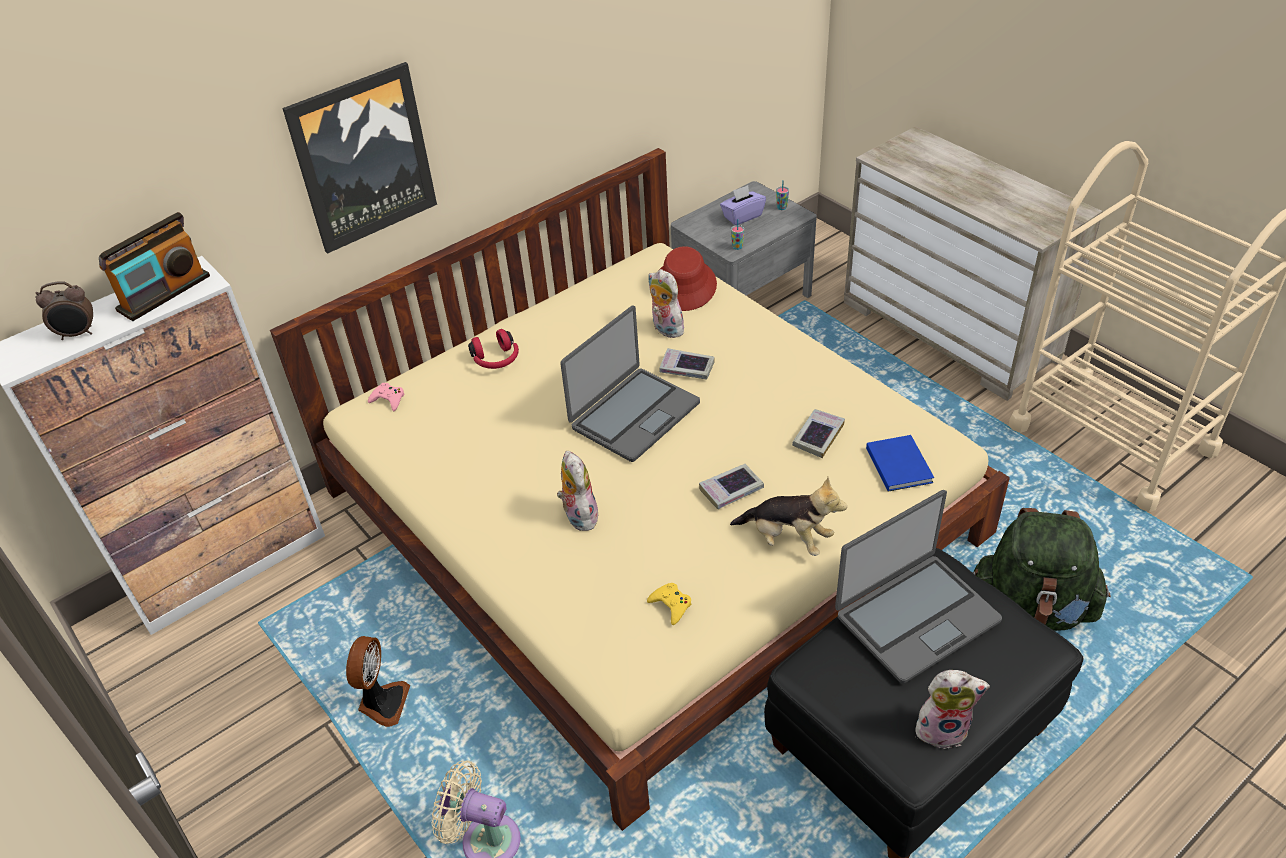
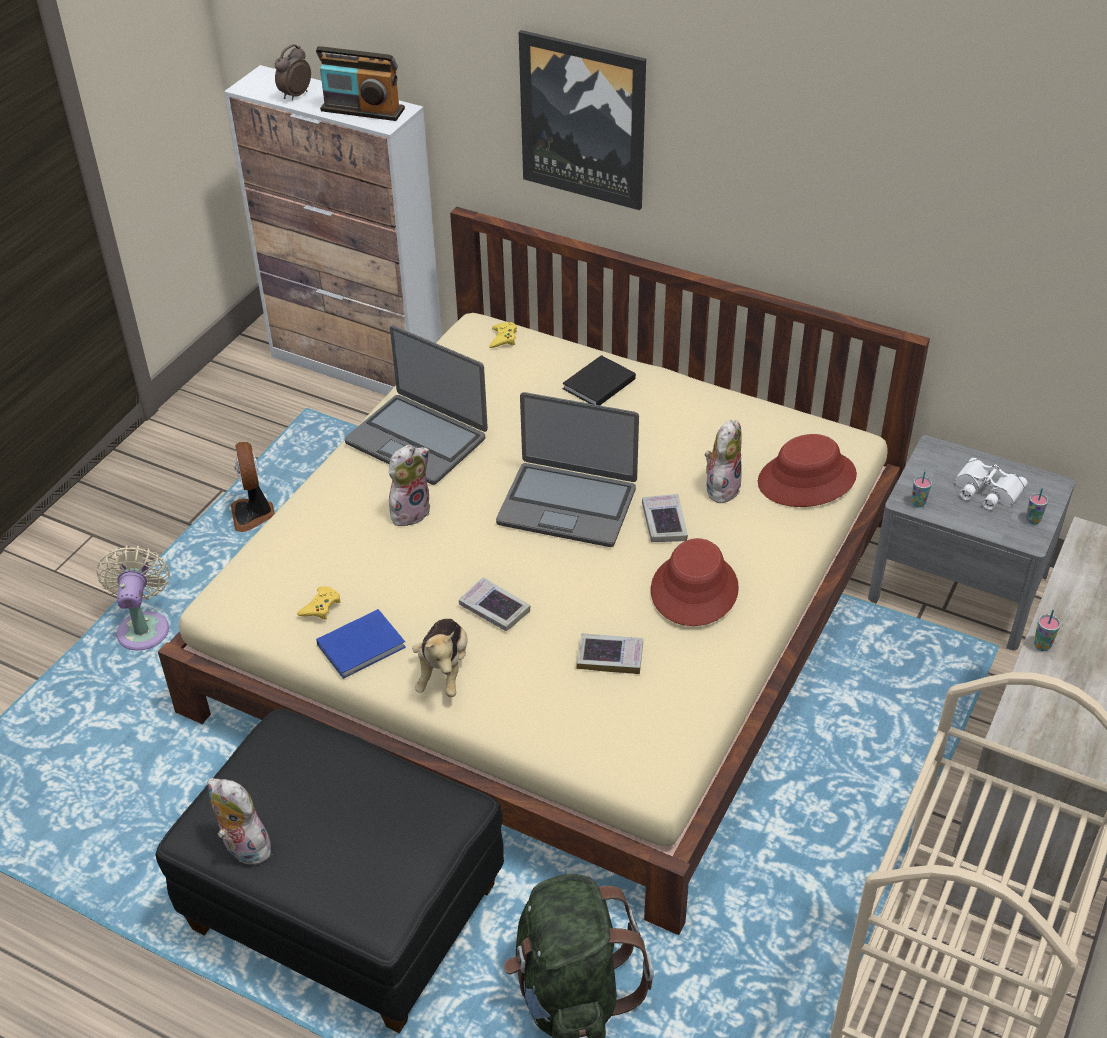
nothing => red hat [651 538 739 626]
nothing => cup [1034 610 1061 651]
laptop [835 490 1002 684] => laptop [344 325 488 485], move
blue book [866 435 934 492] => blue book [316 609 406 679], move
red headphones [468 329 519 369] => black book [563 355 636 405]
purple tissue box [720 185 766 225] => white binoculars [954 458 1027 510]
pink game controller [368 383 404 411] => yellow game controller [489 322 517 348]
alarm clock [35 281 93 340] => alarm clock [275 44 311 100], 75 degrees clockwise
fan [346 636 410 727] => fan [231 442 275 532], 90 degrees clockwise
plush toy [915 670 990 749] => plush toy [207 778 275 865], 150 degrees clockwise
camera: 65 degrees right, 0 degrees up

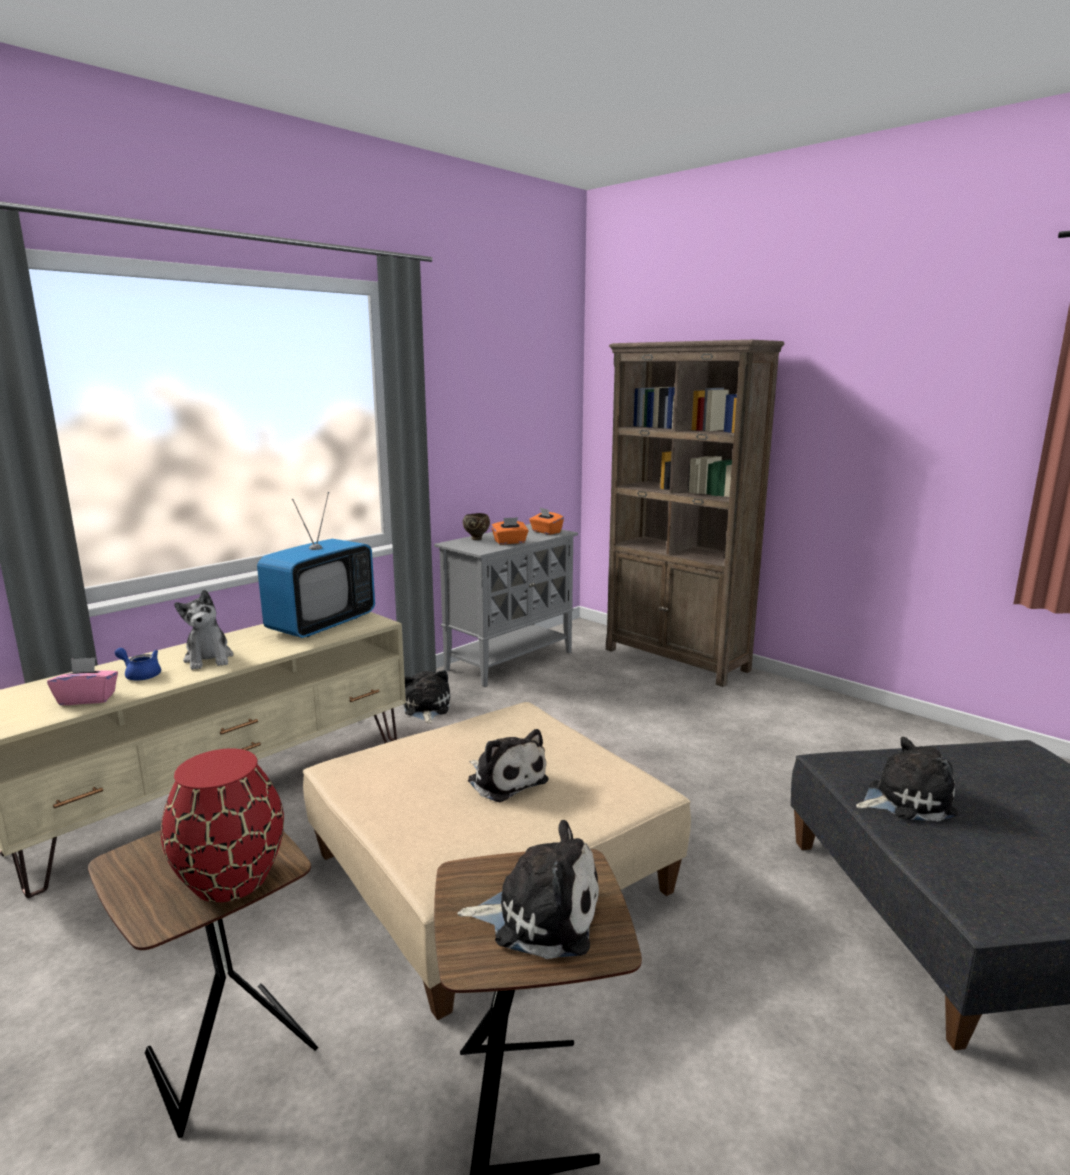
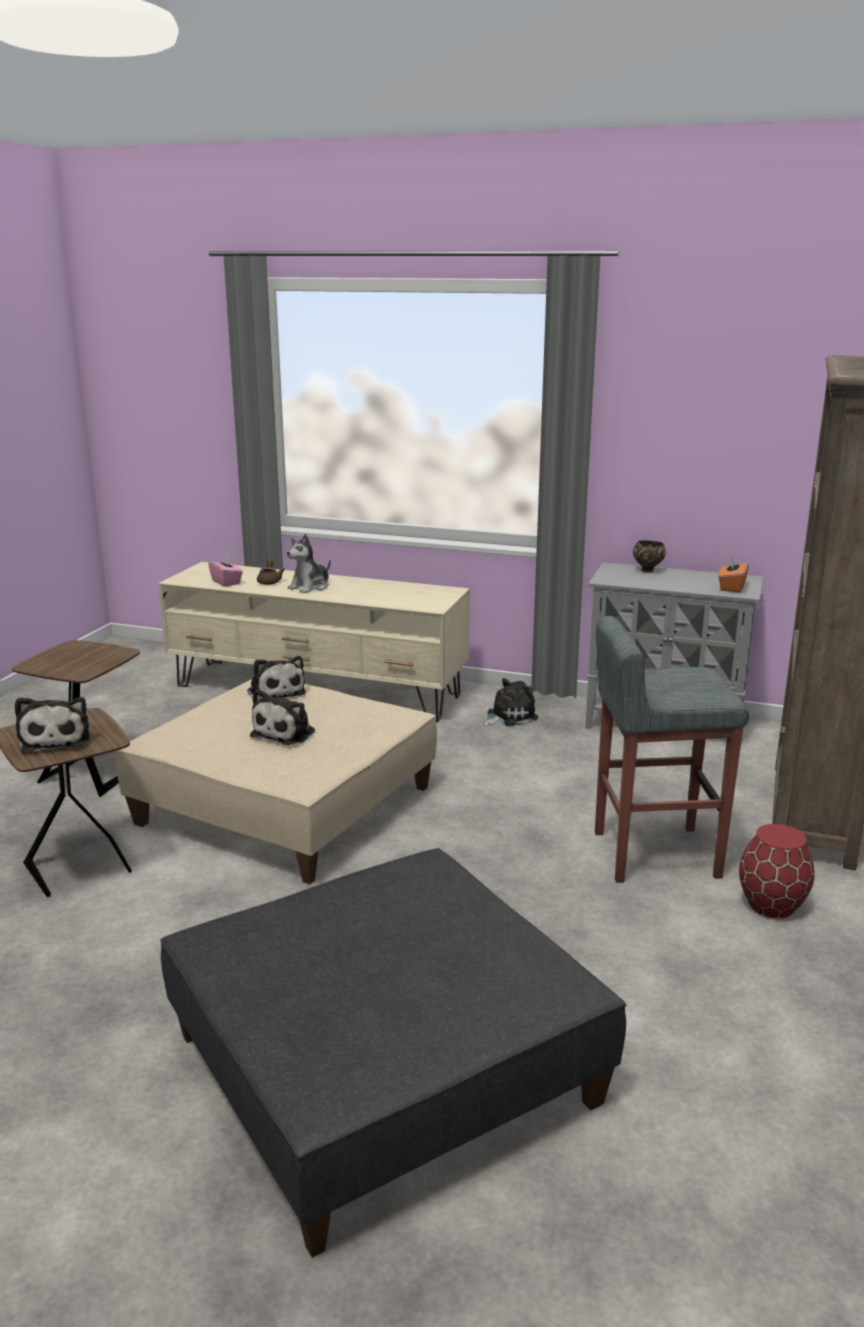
television [257 492 375 638] => nothing
orange tissue box [491 517 529 545] => nothing
nothing => grey stool [595 616 749 883]
red vase [161 748 284 903] => red vase [739 824 815 918], move
plush toy [856 737 958 822] => plush toy [247 656 306 700], move
blue teapot [115 648 161 680] => brown teapot [257 559 285 585]
camera: 65 degrees right, 5 degrees up

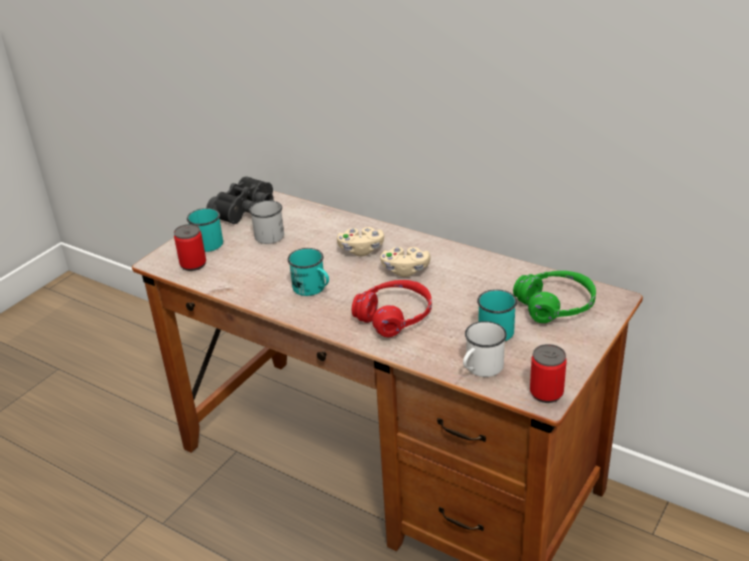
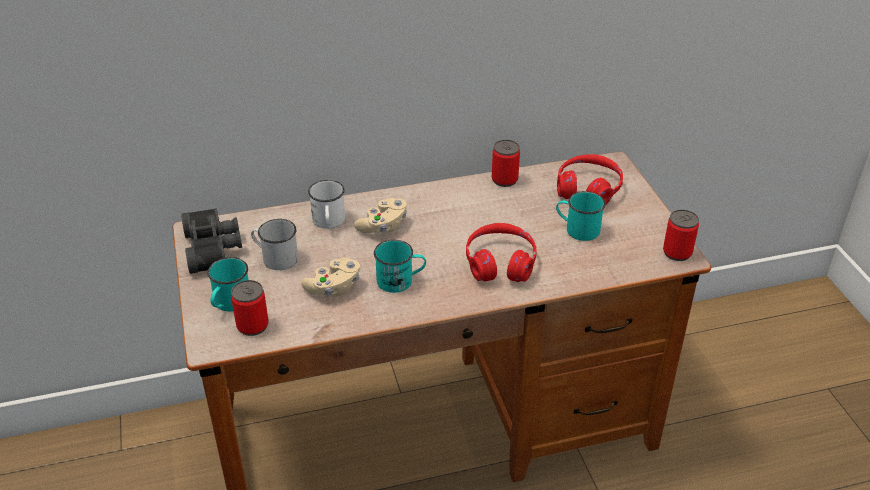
nothing => can [492 140 520 187]
beige game controller [380 247 431 277] => beige game controller [301 257 360 296], move
white mug [463 321 507 377] => white mug [308 180 345 229], move
green headphones [513 271 596 323] => red headphones [557 154 623 205]
camera: 50 degrees left, 5 degrees up

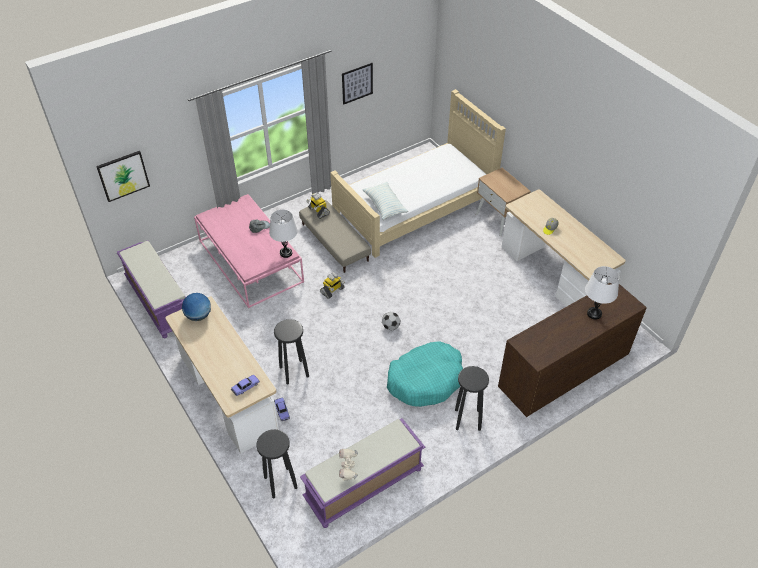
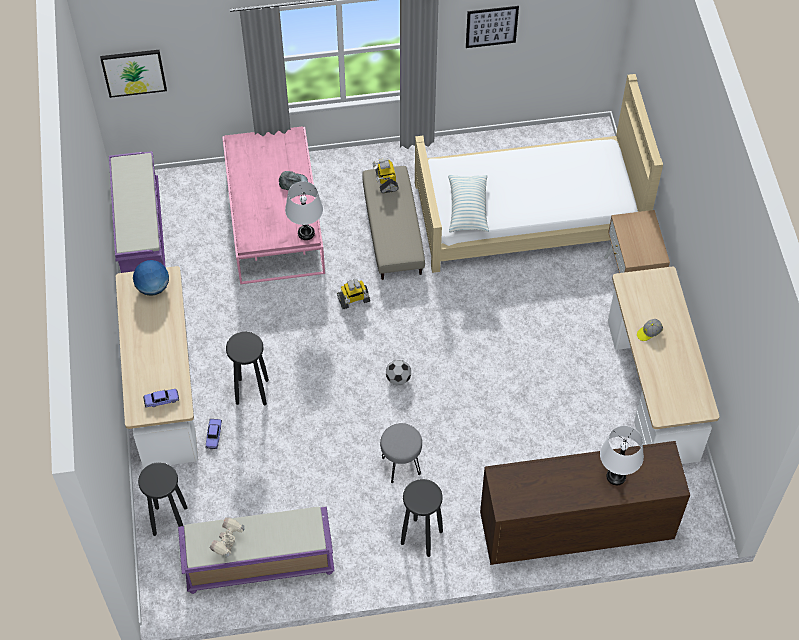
turquoise dog bed [387 341 463 407] => grey stool [380 423 422 483]
camera: 25 degrees right, 10 degrees up

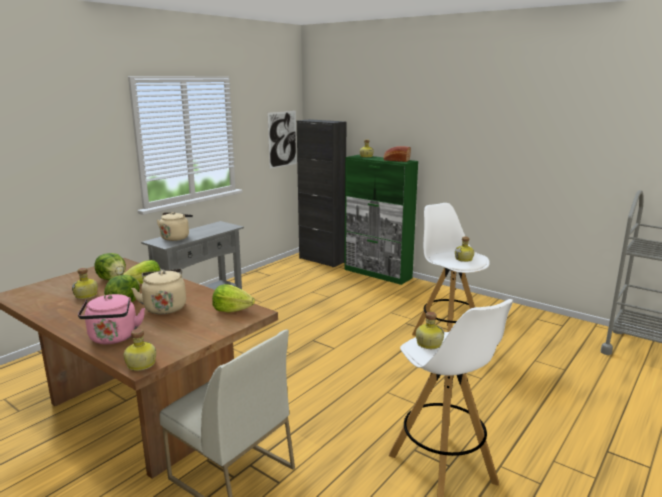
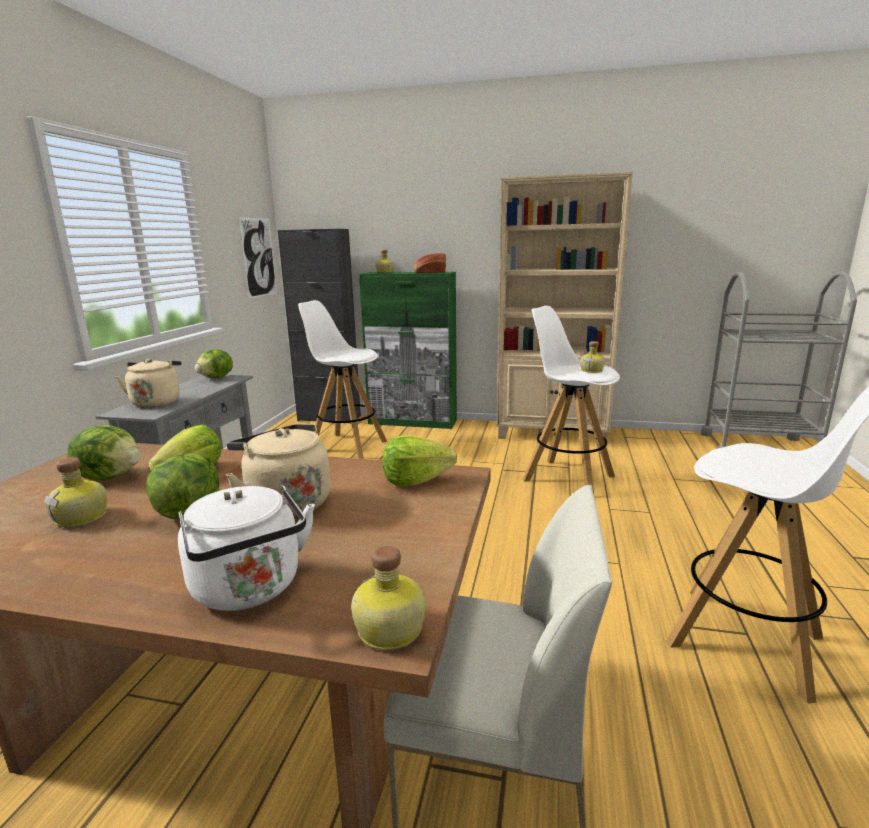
bottle [416 312 444 349] => nothing
nothing => lettuce [195 349 233 378]
nothing => white stool [298 300 387 459]
nothing => beige bookcase [497 172 633 440]
pink kettle [78 294 145 344] => white kettle [178 485 315 611]
camera: 25 degrees left, 0 degrees up

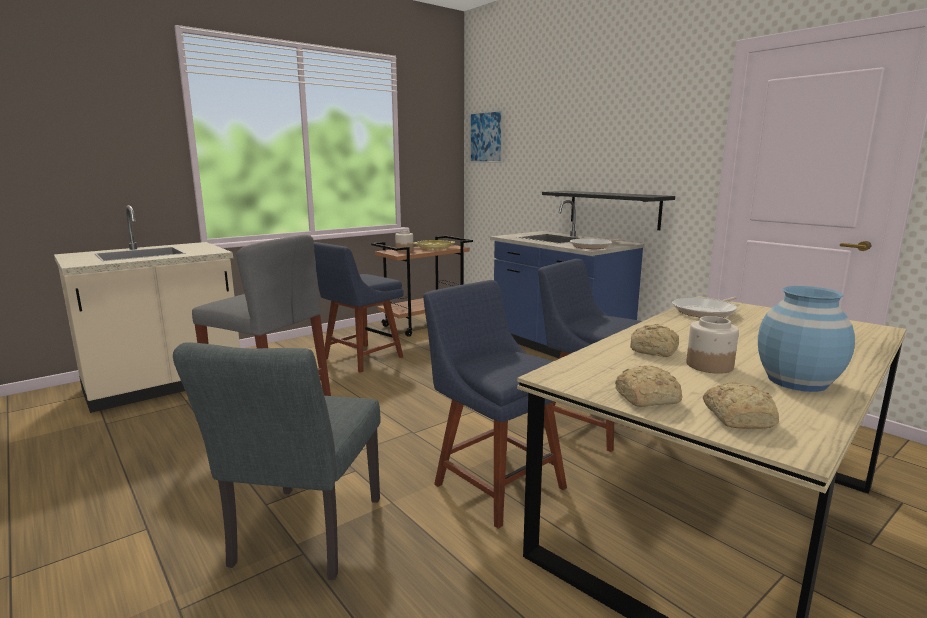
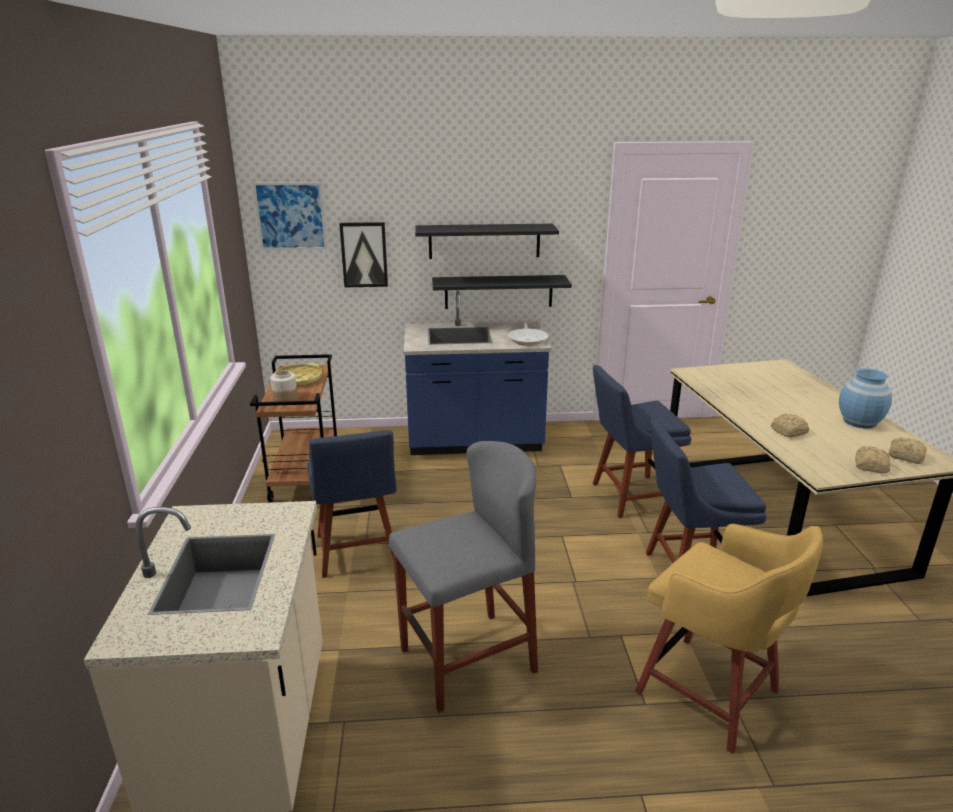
frying pan [672 297 737 318] => nothing
jar [686 316 739 374] => nothing
nothing => picture [339 222 388 287]
nothing => black shelf [415 224 559 259]
grey chair [173 342 381 580] => yellow stool [635 524 823 754]
camera: 55 degrees left, 10 degrees up

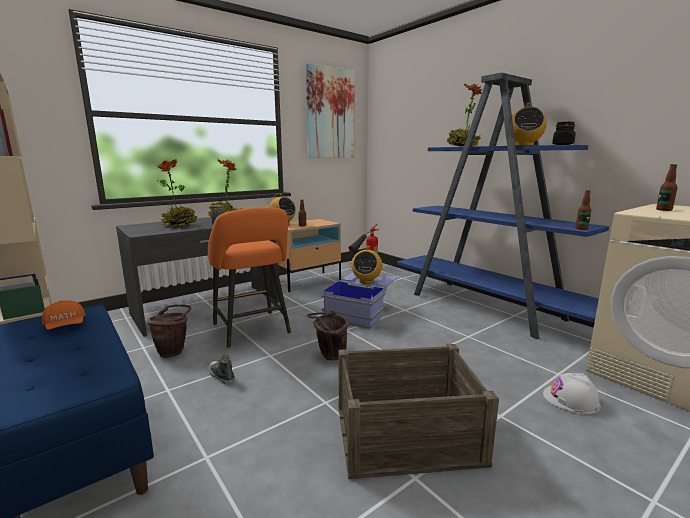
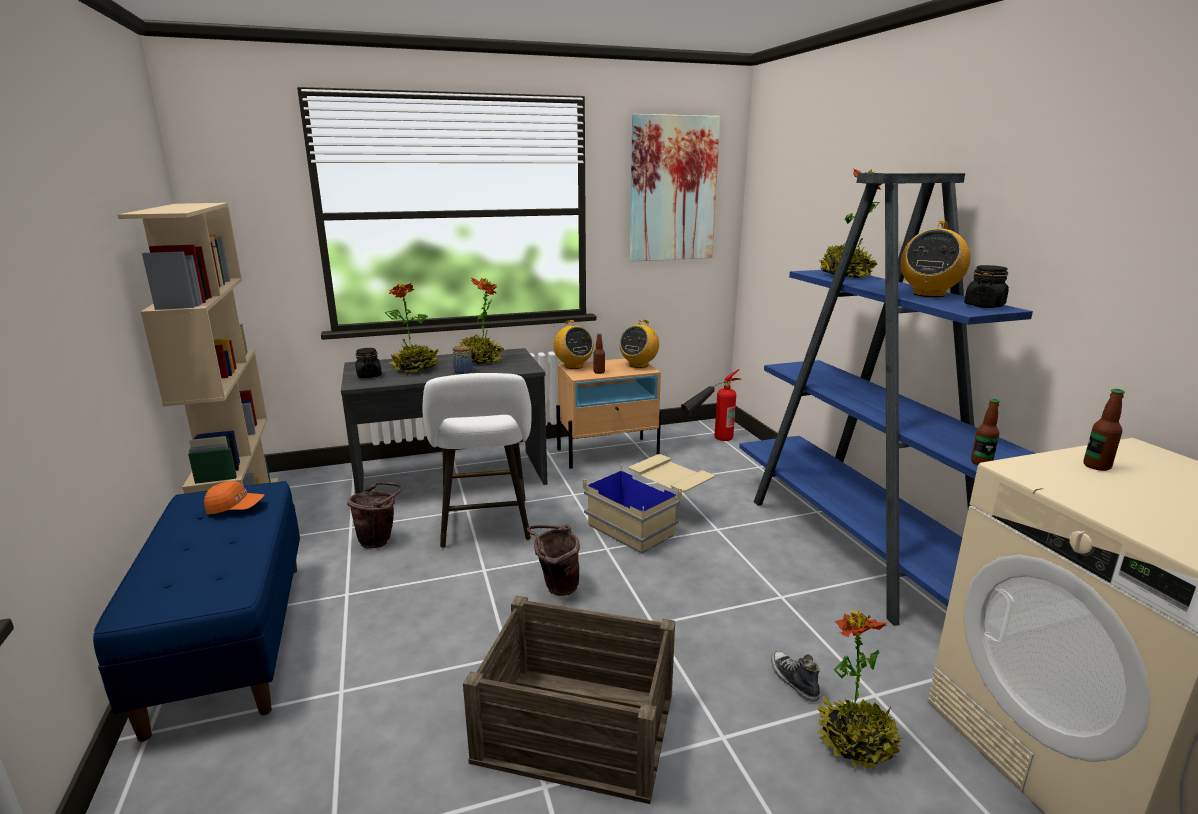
nothing => black jar [355 348 382 378]
shoe [209 355 235 384] => shoe [771 650 820 702], move
radio [351 246 382 284] => radio [619 319 659 368], move
white hard hat [543 373 601 414] => potted plant [817 610 905 770]
orange stool [208 207 291 348] => white stool [422 373 532 548]
blue storage box [320 272 397 329] => beige storage box [583 454 714 554]
orange cap [42 300 85 330] => orange cap [204 481 264 515], 75 degrees counterclockwise
camera: 20 degrees right, 5 degrees up

